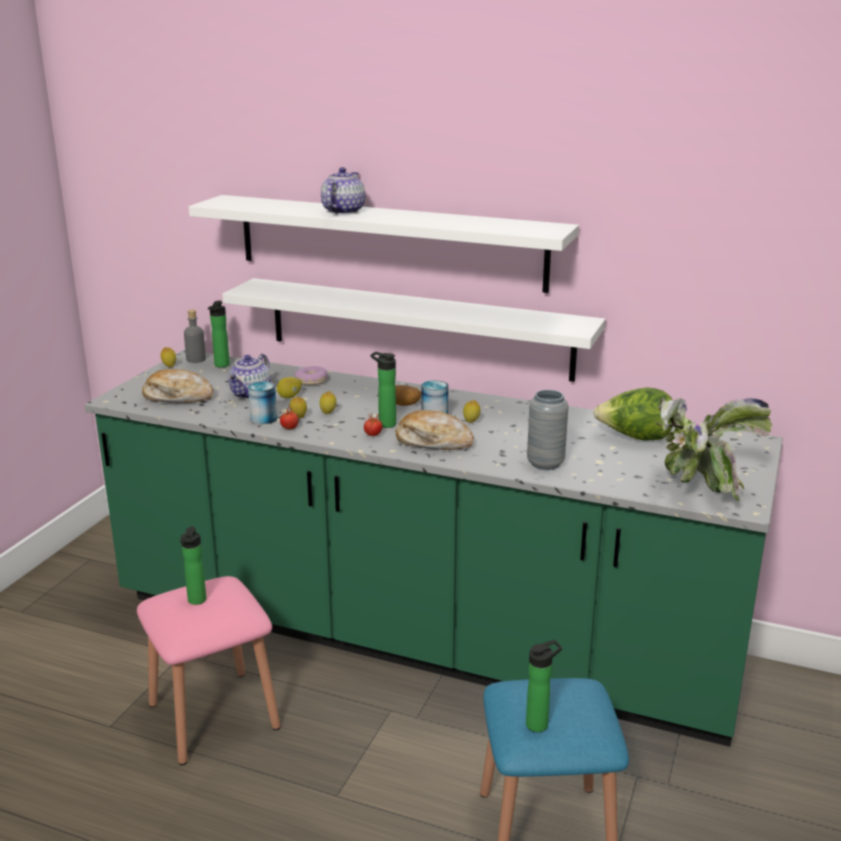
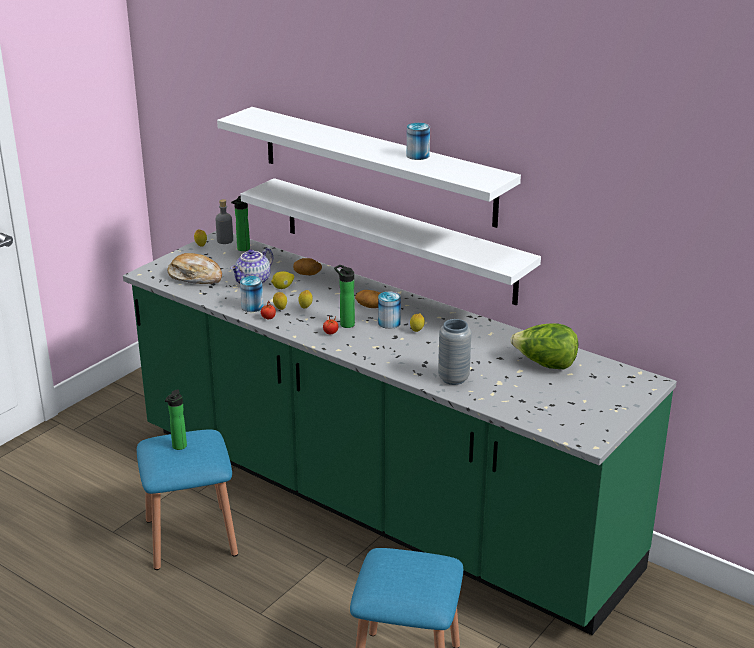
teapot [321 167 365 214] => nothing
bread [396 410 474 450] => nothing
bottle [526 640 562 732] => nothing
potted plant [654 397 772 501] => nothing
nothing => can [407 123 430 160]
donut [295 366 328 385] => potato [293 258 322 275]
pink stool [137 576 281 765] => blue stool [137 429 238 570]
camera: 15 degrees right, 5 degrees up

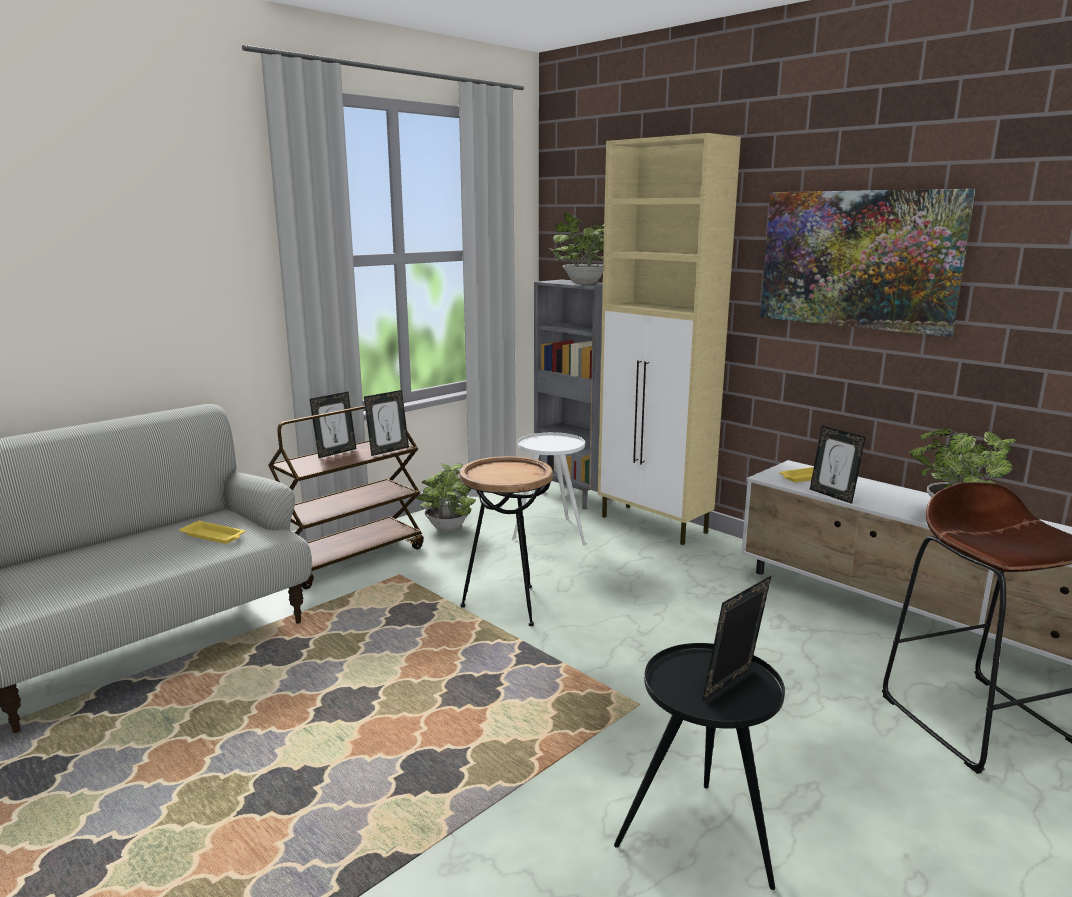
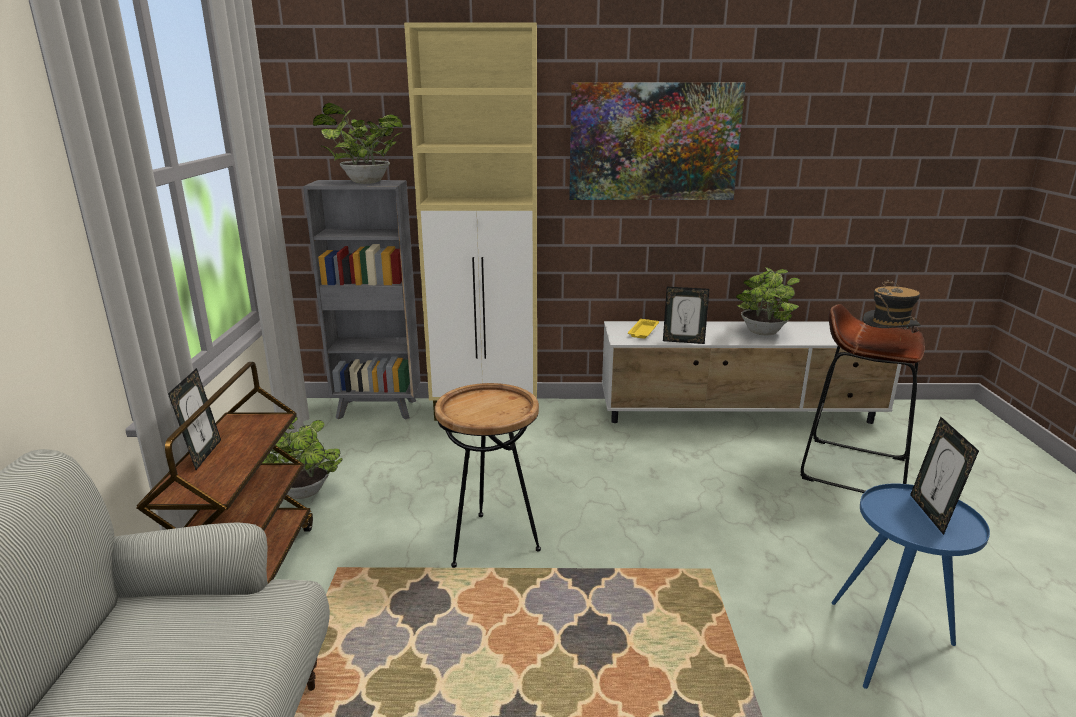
yellow tray [179 520 245 544] => nothing
picture frame [364 390 409 456] => nothing
white side table [512 432 585 546] => nothing
nothing => hat [863 280 920 341]
black side table [614 643 785 890] => blue side table [832 483 990 689]
camera: 45 degrees left, 5 degrees up

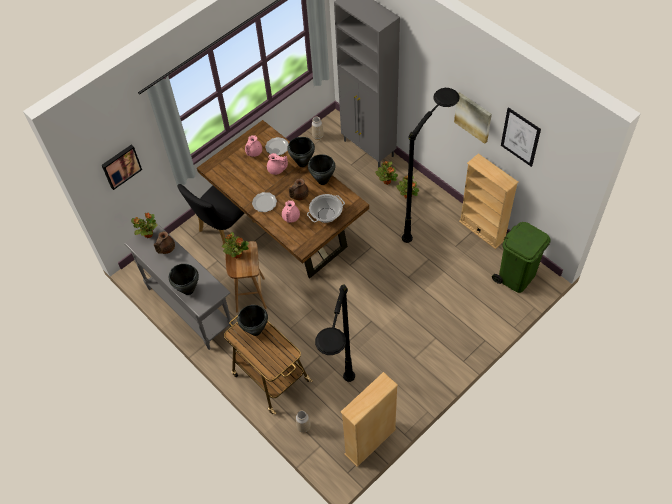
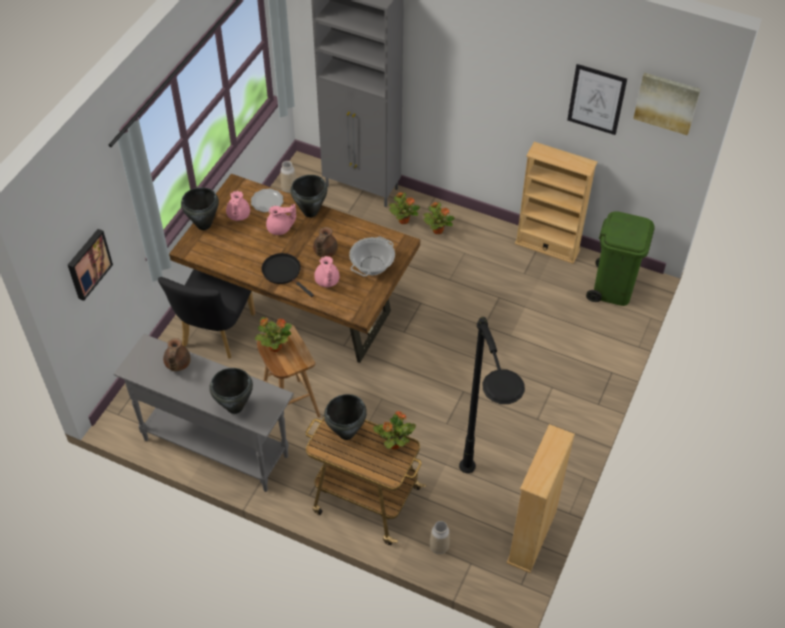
black floor lamp [402 88 459 243] => nothing
potted plant [131 213 158 238] => potted plant [373 411 416 450], move
black cooking pot [308 154 336 185] => black cooking pot [181 187 219 230], move
picture [454 92 492 144] => picture [633 73 701 135], move
plate [252 192 277 212] => black frying pan [261 253 314 297]
camera: 25 degrees left, 5 degrees down

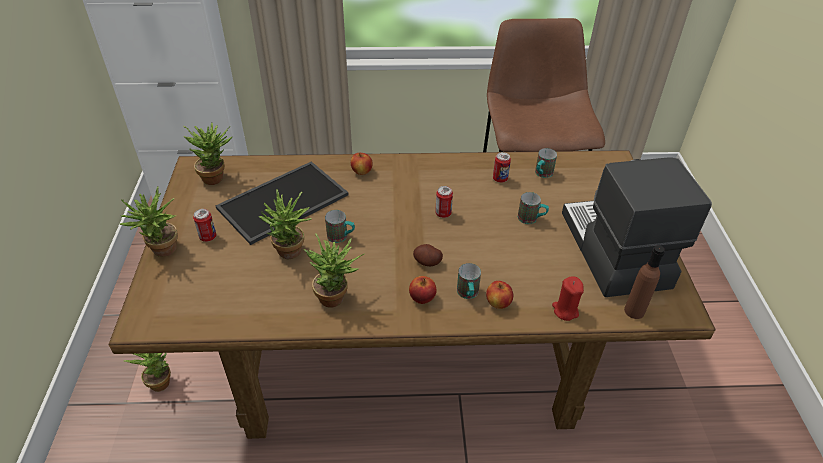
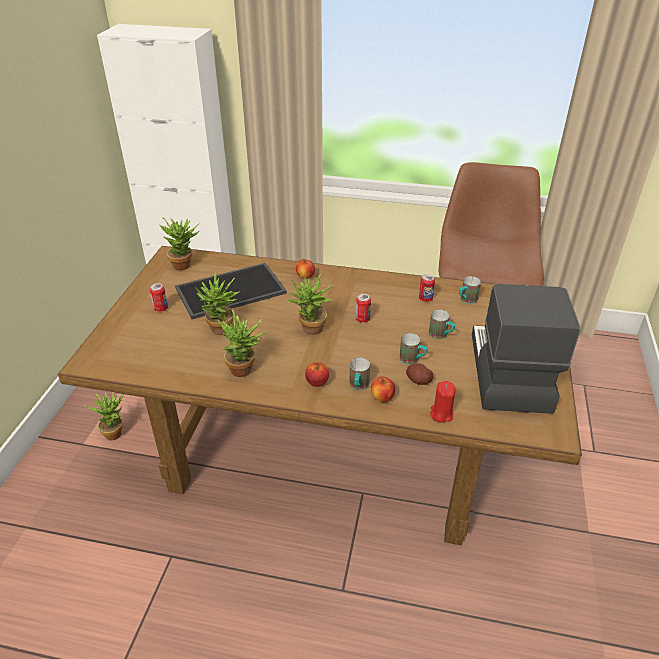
brown bottle [624 245 665 319] => nothing
potted plant [119 187 178 257] => potted plant [288 274 334 335], move
mug [325 210 355 243] => mug [399 333 428 364], move
potato [413 244 443 266] => potato [406 363 434 385], move
camera: 15 degrees right, 5 degrees down

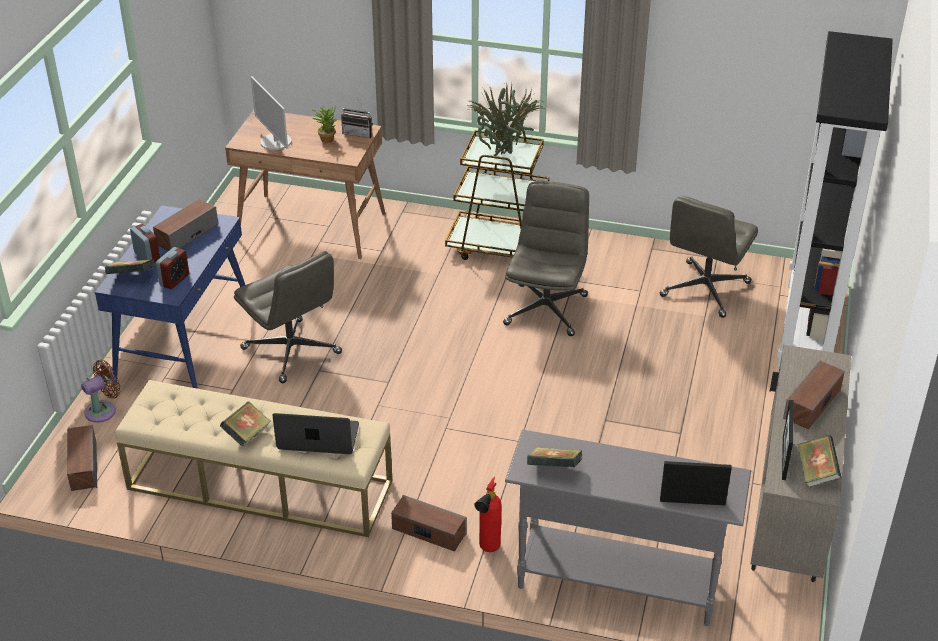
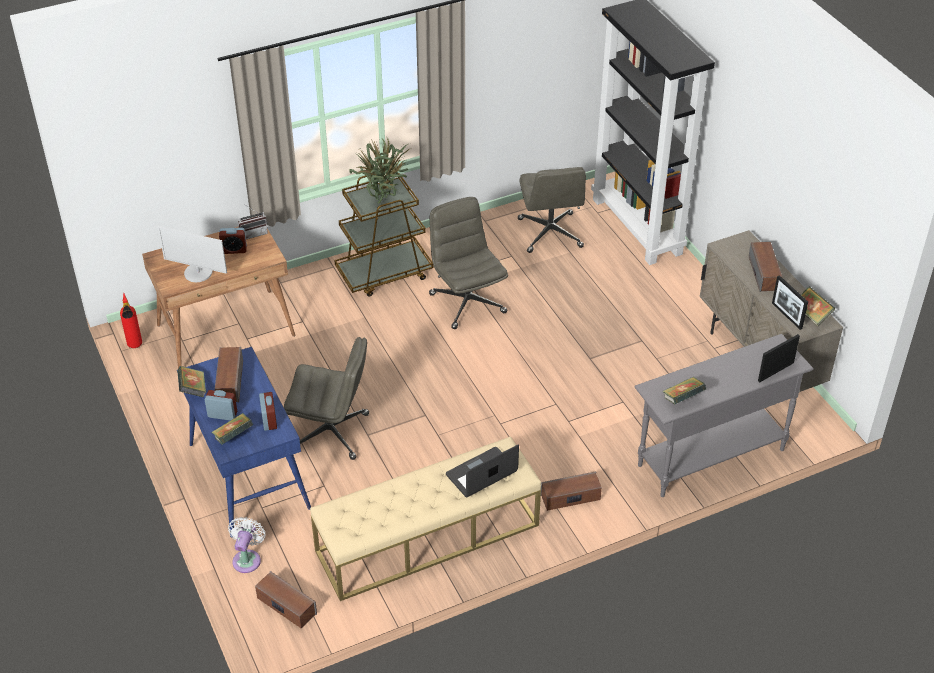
book [220 401 271 447] => book [177 366 206 397], move
fire extinguisher [474 477 501 552] => fire extinguisher [120 293 142 348], move
potted plant [313 105 338 143] => alarm clock [219 227 247 254]
brown fan [81 360 121 423] => white fan [228 517 265 573]
camera: 40 degrees left, 5 degrees up

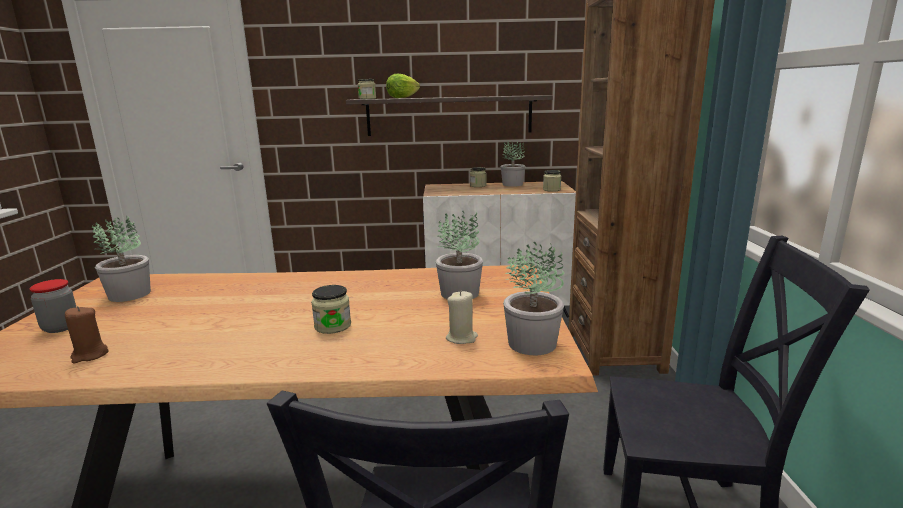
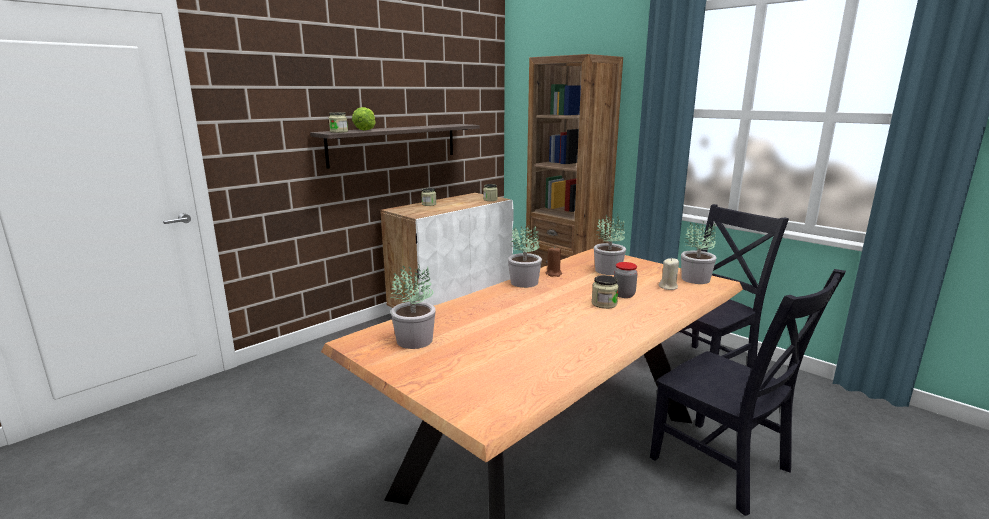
jar [29 279 76 333] => jar [614 262 638 298], move
brown candle [65 306 109 363] => brown candle [546 248 562 277], move
potted plant [501 140 525 187] => potted plant [508 225 542 288], move
camera: 45 degrees left, 0 degrees up

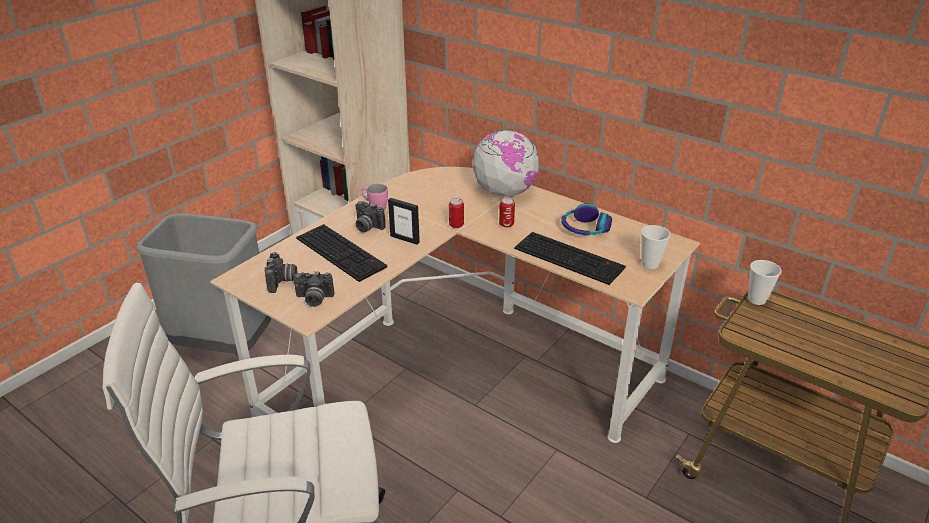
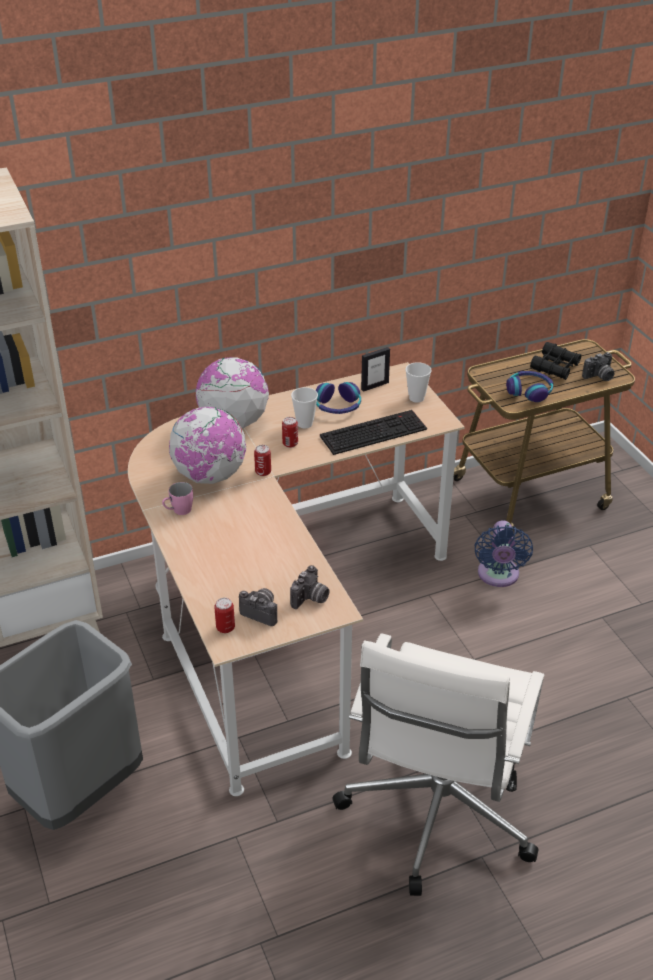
keyboard [296 224 387 282] => nothing
nothing => globe [169 407 246 484]
nothing => can [214 598 235 633]
nothing => blue fan [475 520 533 587]
nothing => headphones [506 371 553 402]
nothing => black binoculars [530 342 581 380]
photo camera [356 201 386 232] => photo camera [582 352 615 381], move
picture frame [388 198 420 245] => picture frame [361 347 390 392], move
cup [748 260 781 305] => cup [291 387 318 429], move
camera: 60 degrees left, 5 degrees up

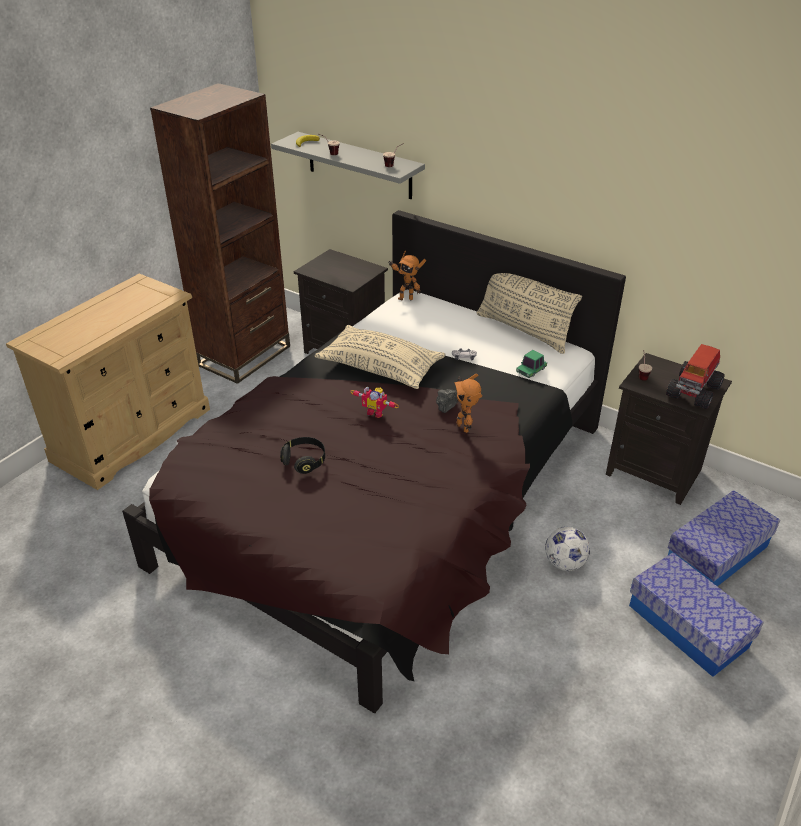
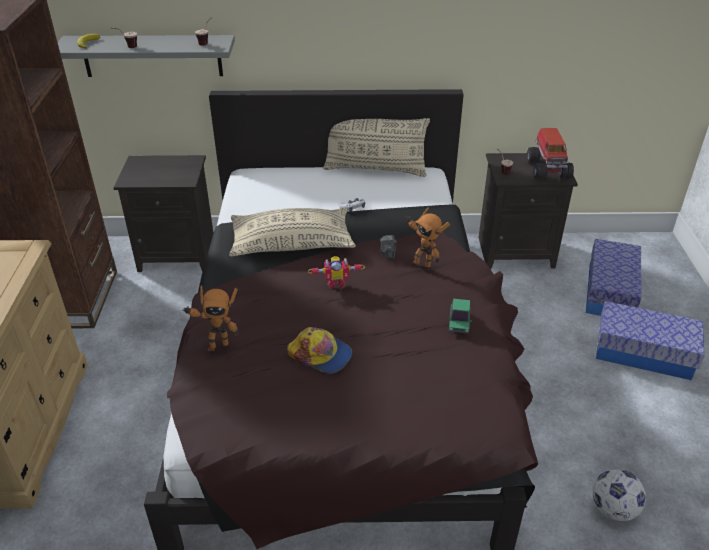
toy robot [388 251 426 300] => toy robot [182 285 239 351], move
toy car [516 350 547 378] => toy car [448 299 472 333], move
football [545 527 590 571] => football [593 469 646 521], move
black headphones [280 437 325 474] => cap [287 327 352 374]
camera: 35 degrees left, 0 degrees up

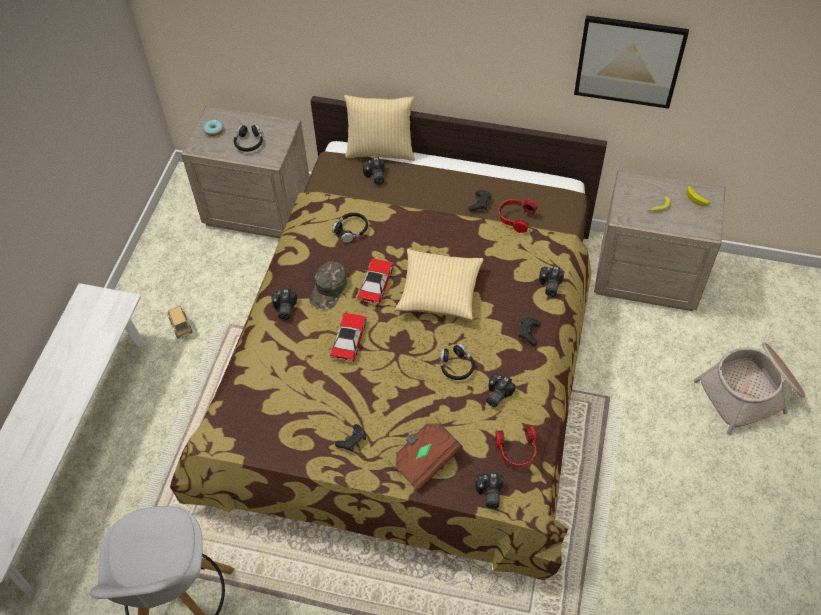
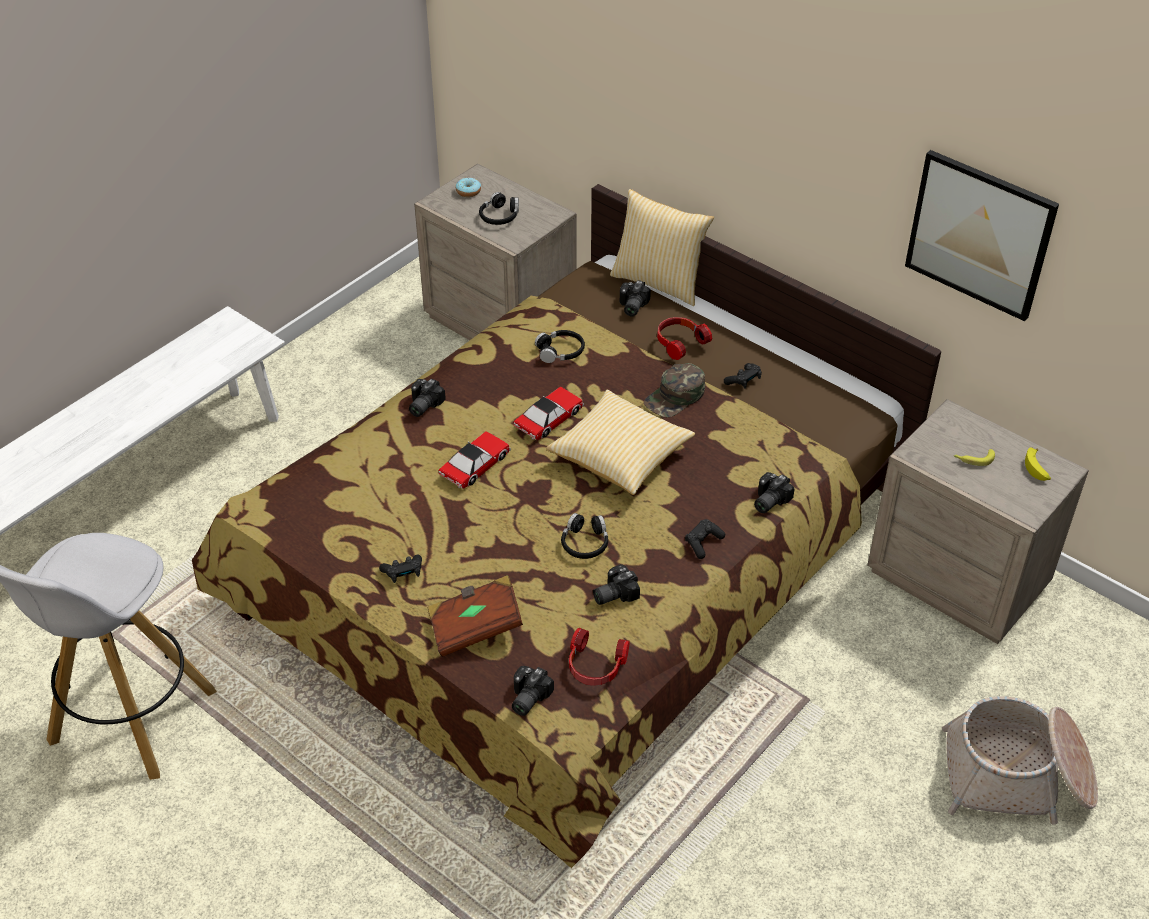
toy truck [167 306 193 338] => nothing
green cap [309 262 347 309] => green cap [644 363 705 417], move
headphones [498 199 538 233] => headphones [657 317 712 360], move
camera: 25 degrees right, 10 degrees down

